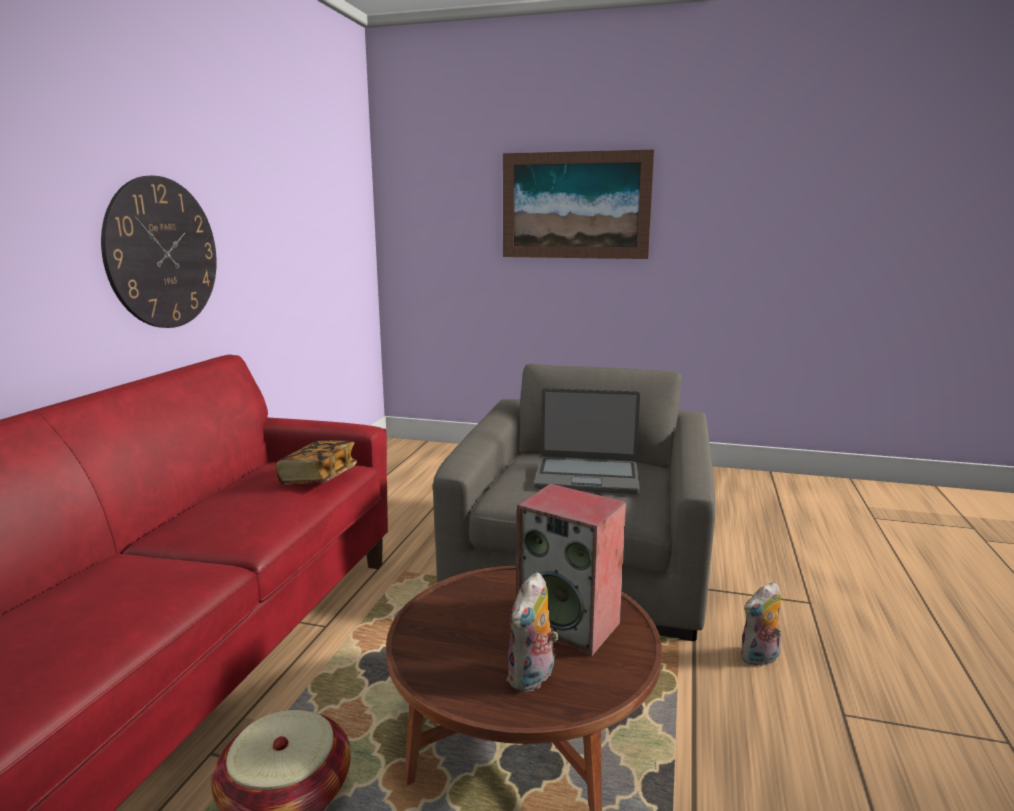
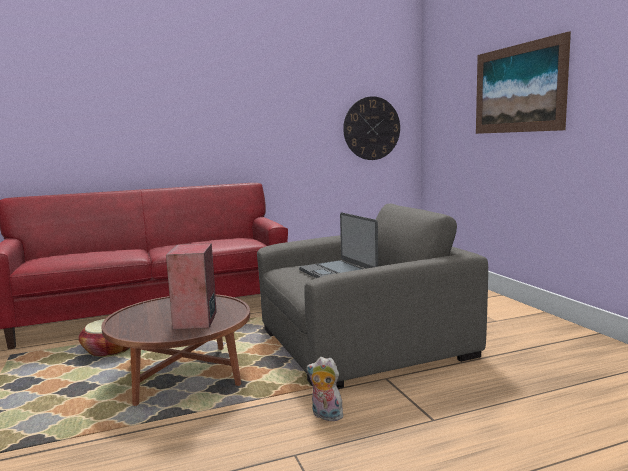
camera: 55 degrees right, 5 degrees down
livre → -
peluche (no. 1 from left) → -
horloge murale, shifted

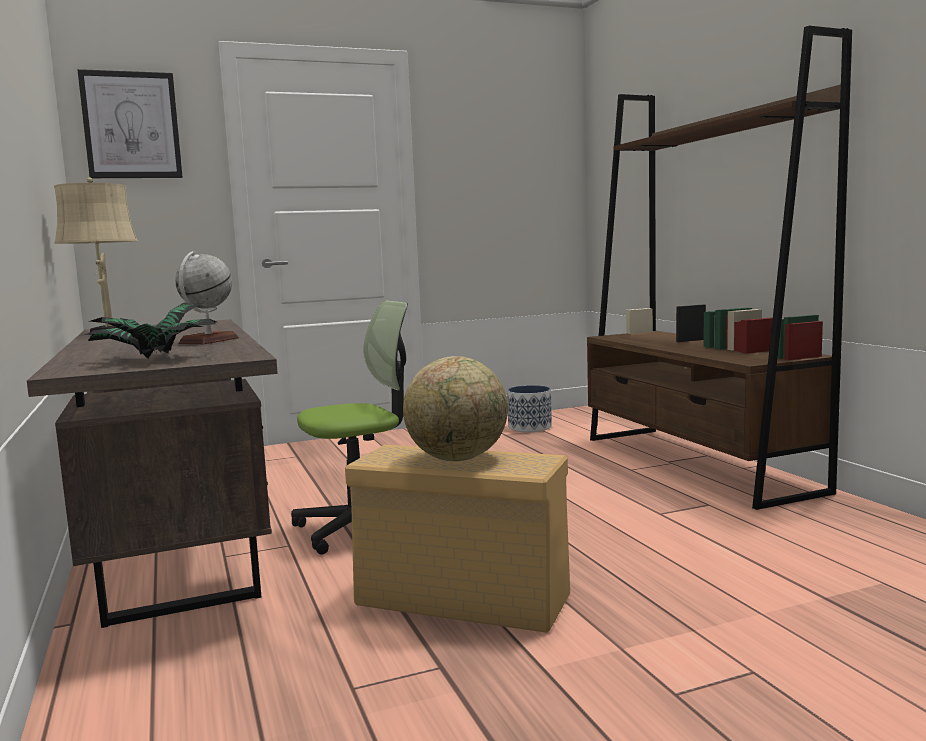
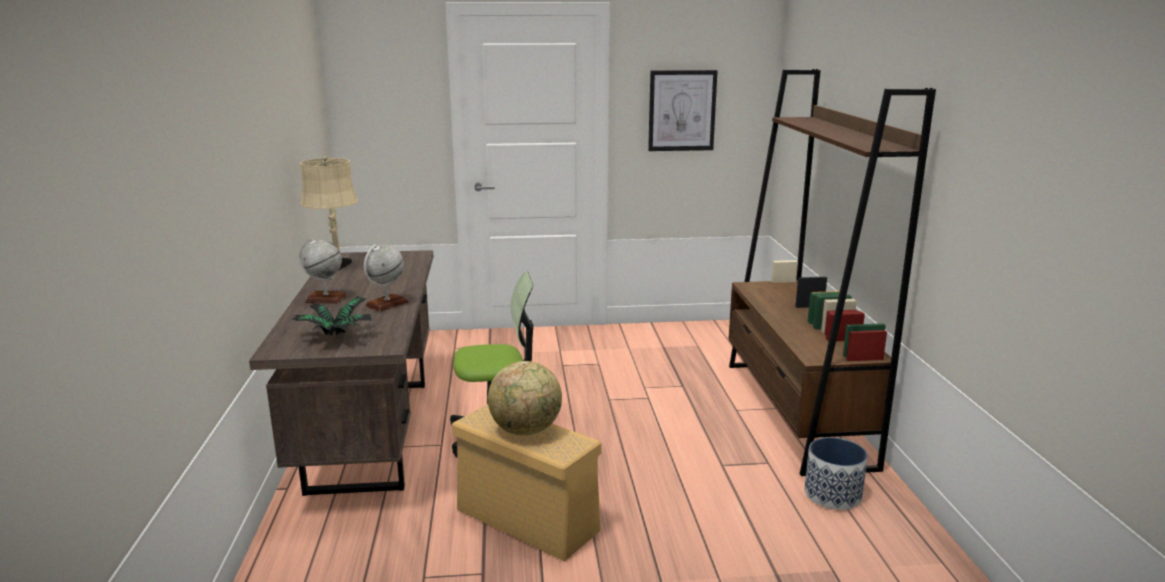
camera: 15 degrees right, 10 degrees up
- → globe (no. 1 from left)
tableau, shifted
cache-pot, shifted

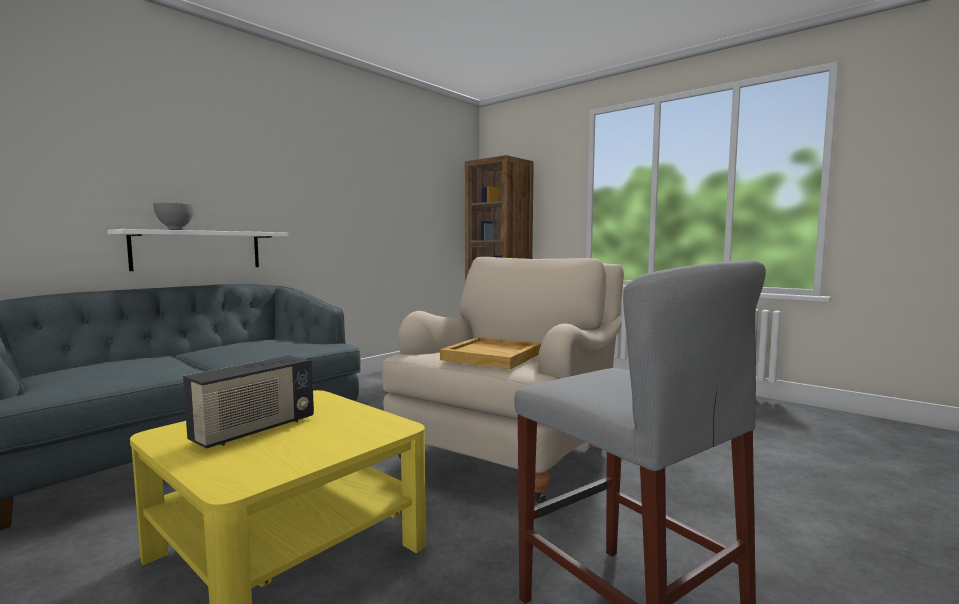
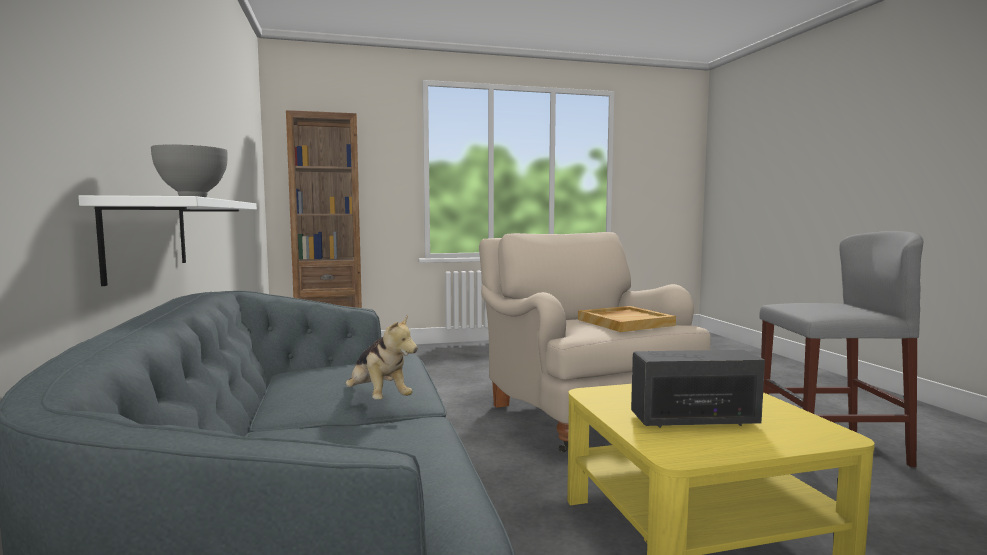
camera: 55 degrees left, 0 degrees up
- → peluche
radio, 75 degrees counterclockwise

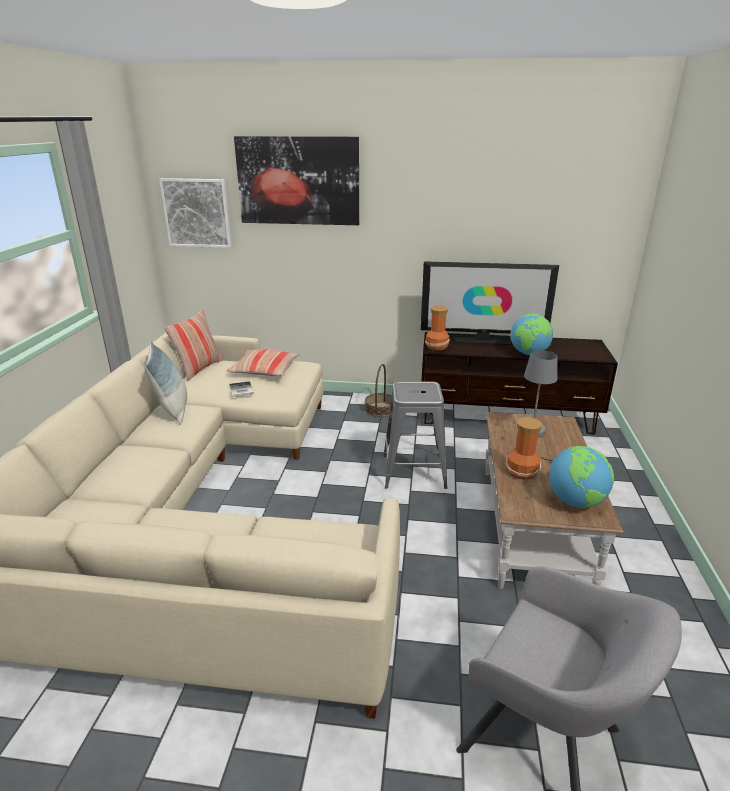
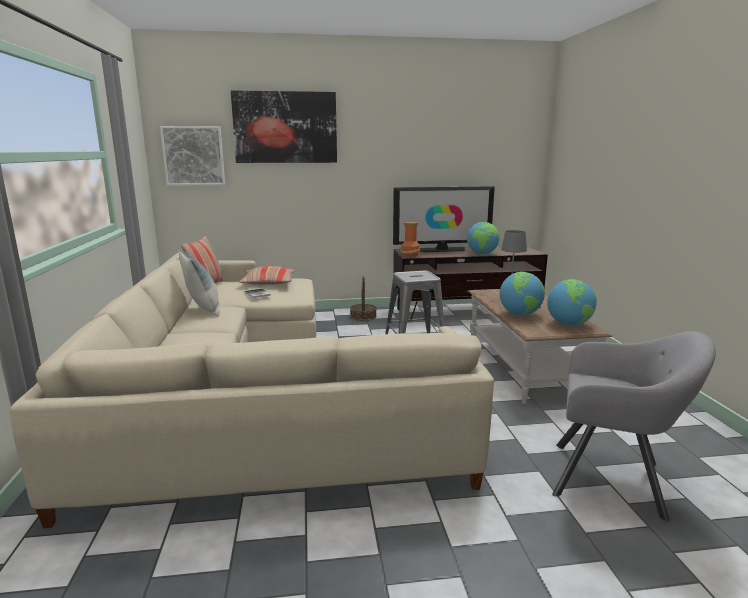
camera: 15 degrees left, 10 degrees down
vase (no. 2 from left) → globe (no. 2 from left)

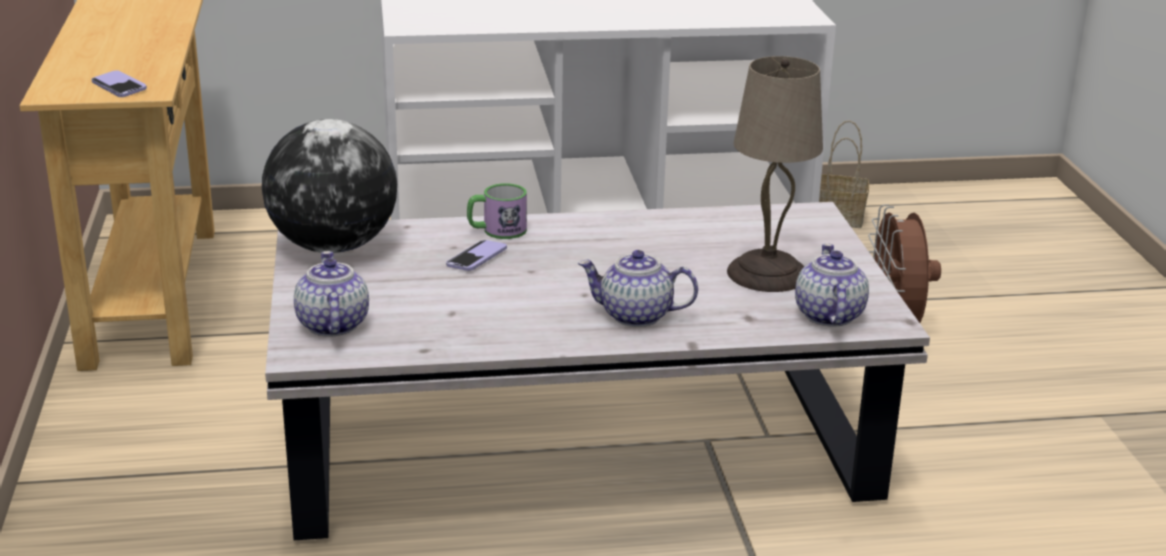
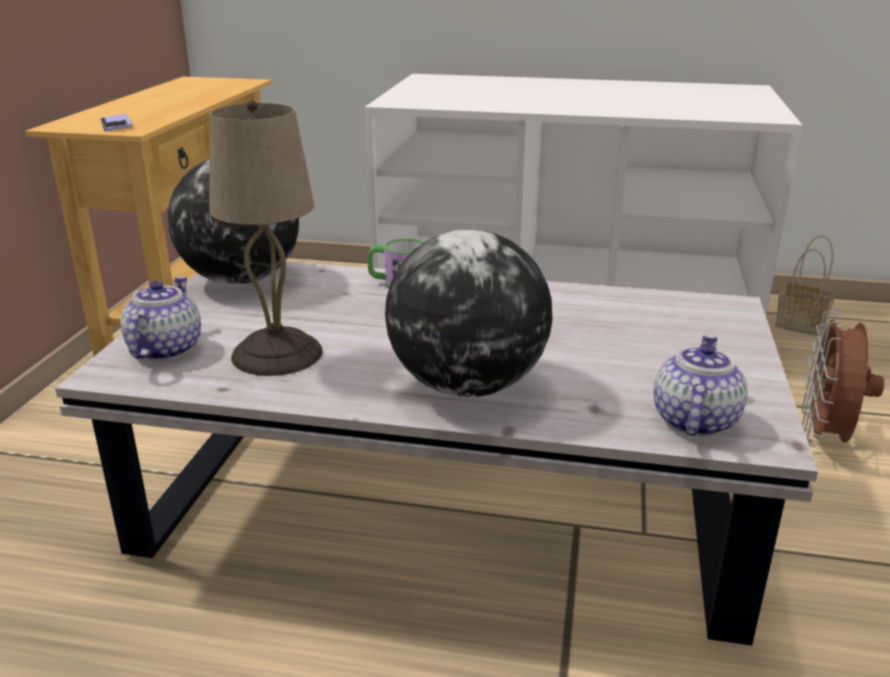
camera: 20 degrees right, 0 degrees up
téléphone (no. 2 from left) → -
lampe de table [beige], shifted
théière (no. 2 from left) → globe (no. 2 from left)

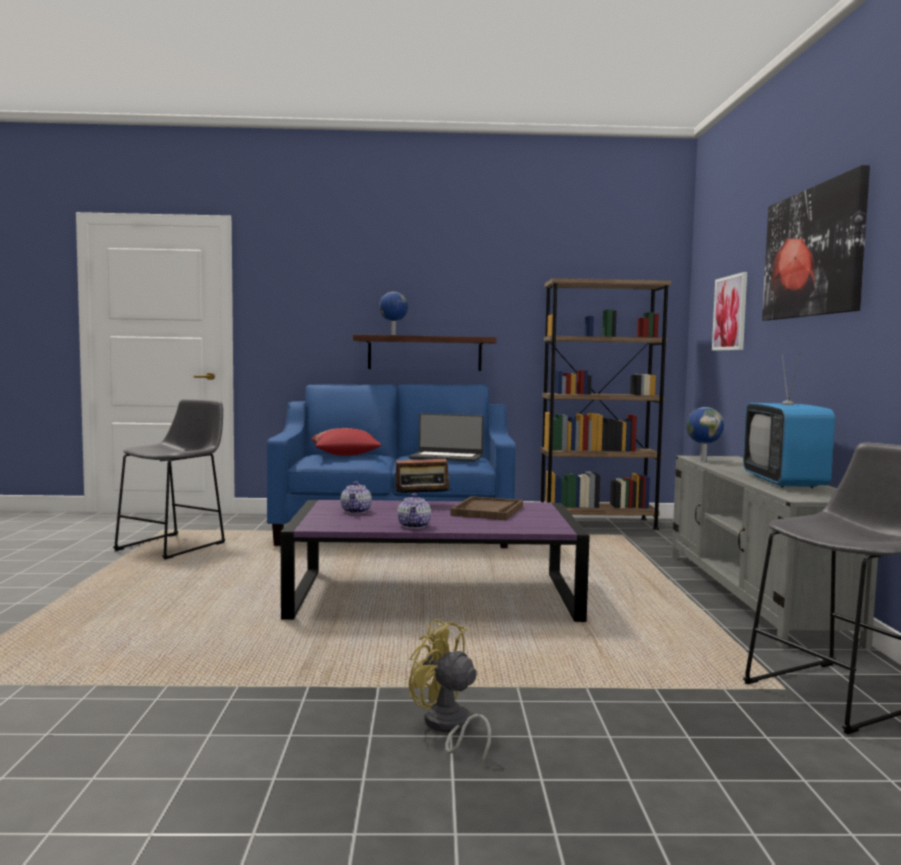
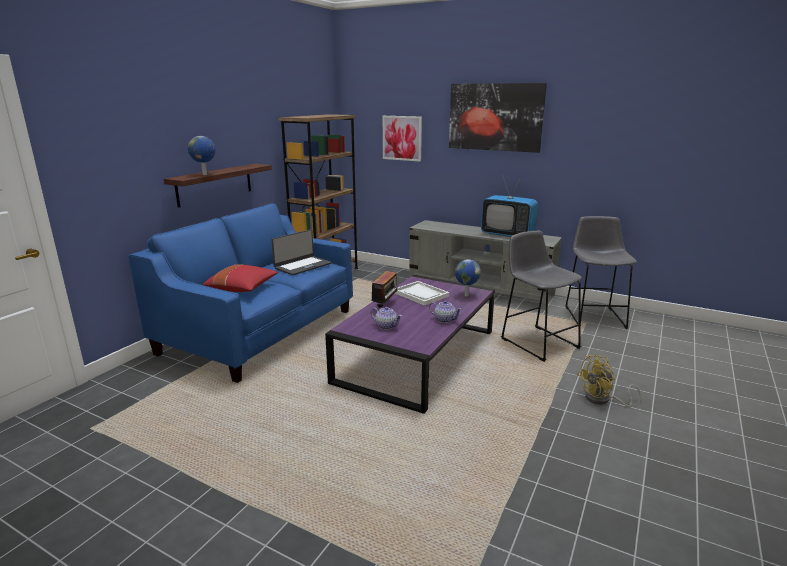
camera: 60 degrees left, 15 degrees up
tabouret [gris] (no. 1 from left), shifted
globe (no. 2 from left), shifted
plateau [marron] → plateau [blanc]

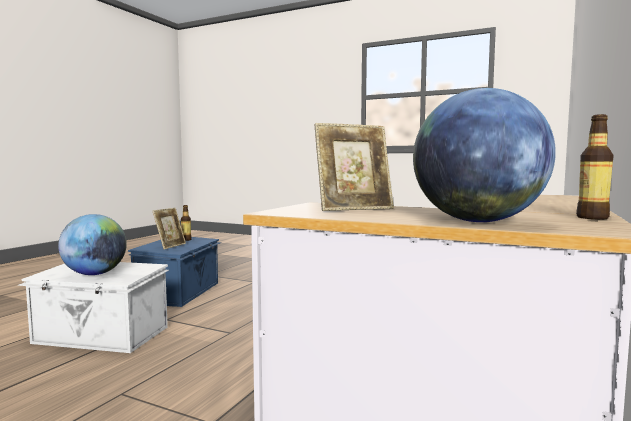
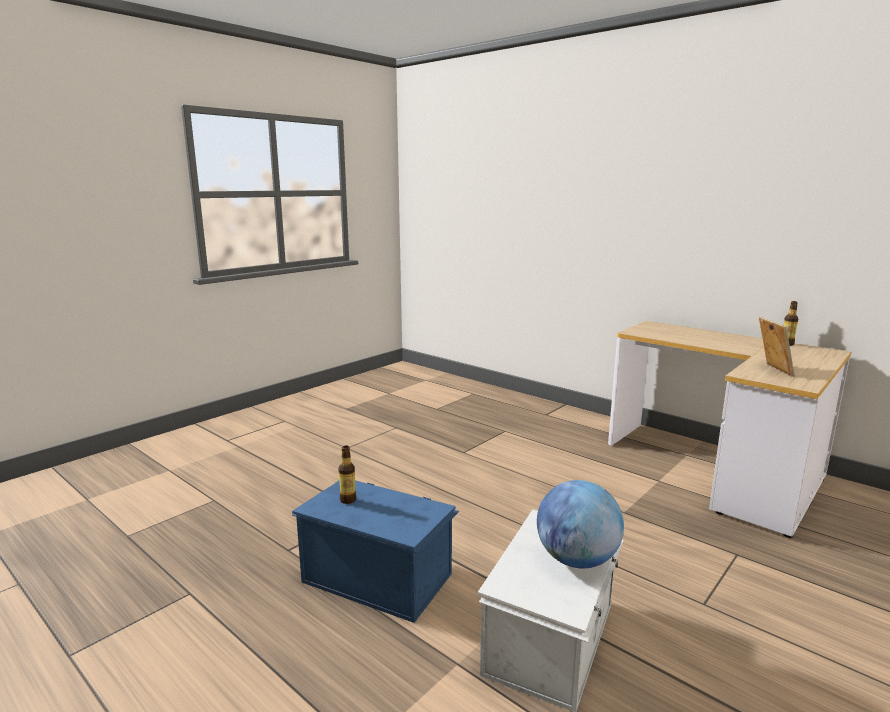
camera: 75 degrees left, 10 degrees up
cadre photo (no. 1 from left) → -
globe (no. 2 from left) → -

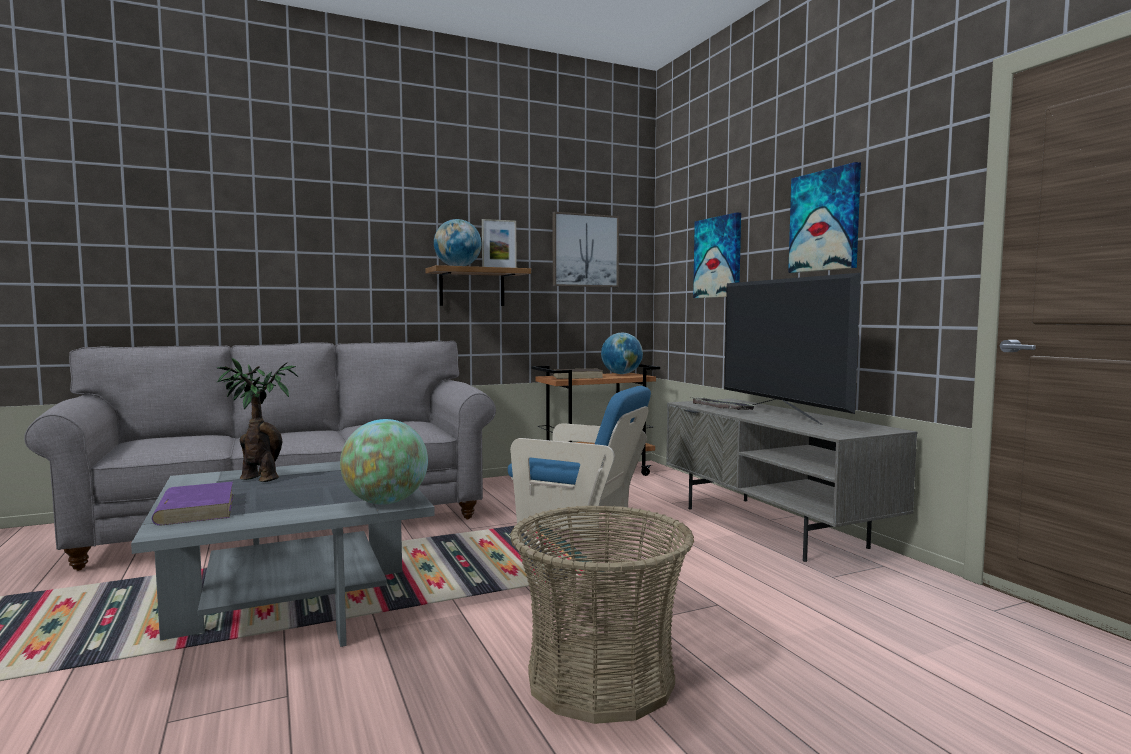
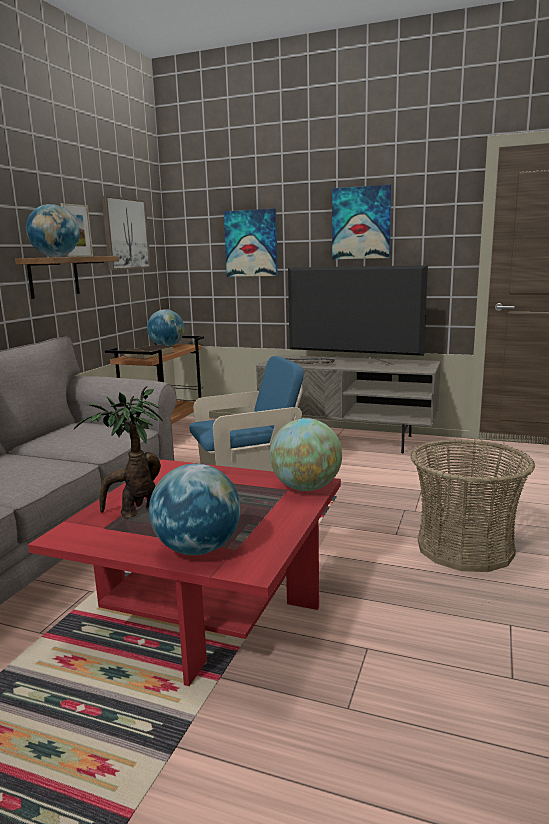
camera: 45 degrees left, 10 degrees up
livre [violet] → globe (no. 3 from left)
table basse [gris] → table basse [rouge]

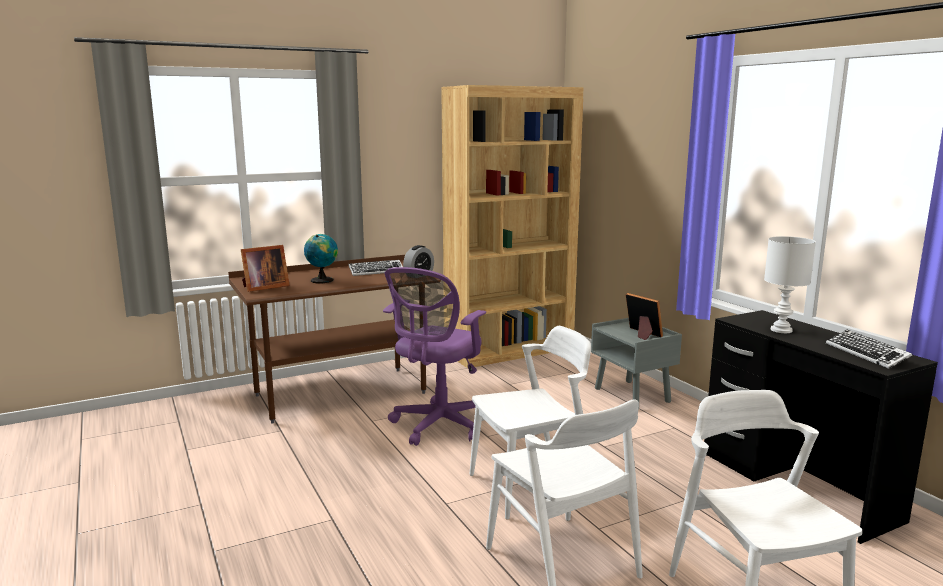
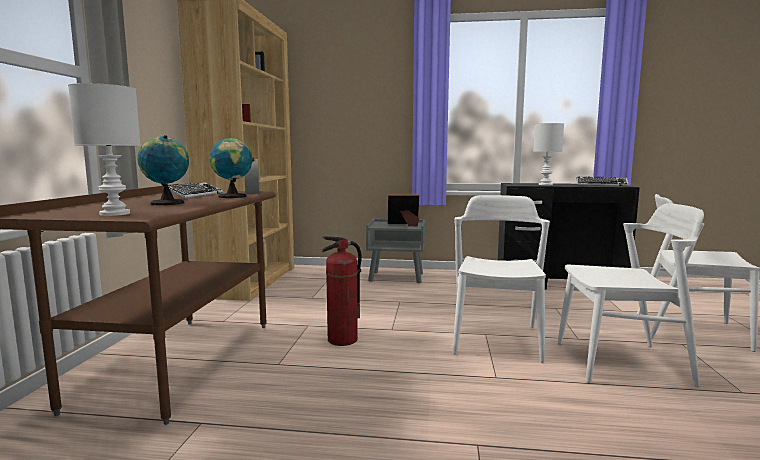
camera: 55 degrees left, 5 degrees down
- → globe (no. 2 from left)
cadre photo (no. 1 from left) → lampe de table [blanc] (no. 1 from left)
chaise de bureau [violet] → extincteur

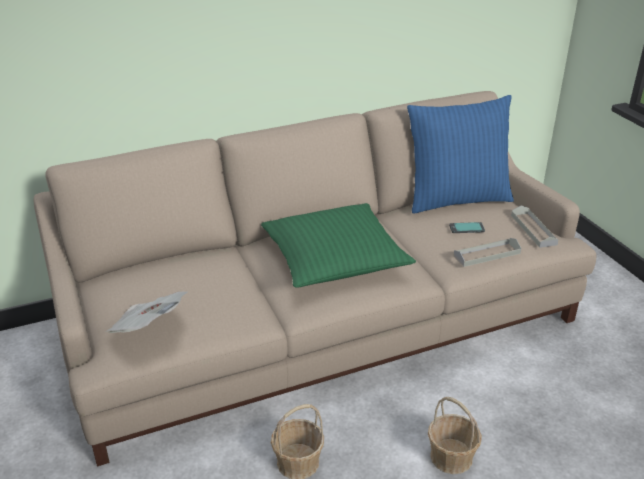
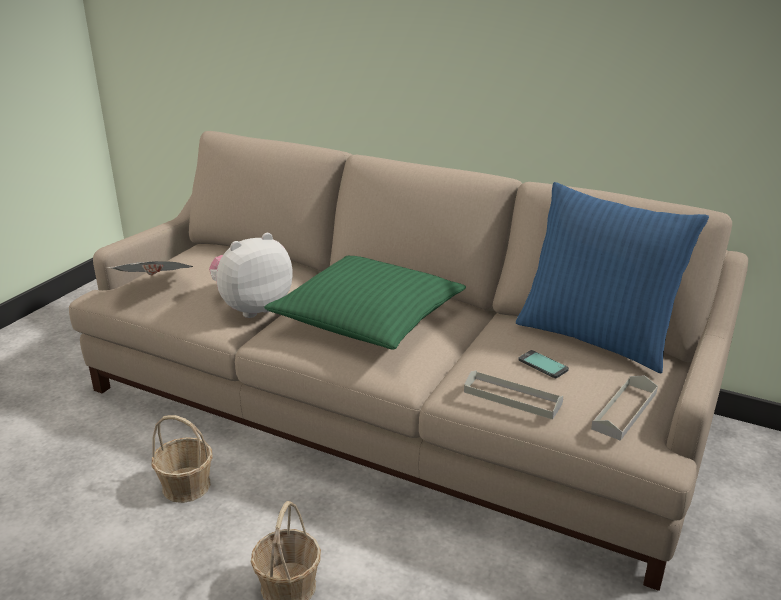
camera: 50 degrees right, 5 degrees down
- → peluche

